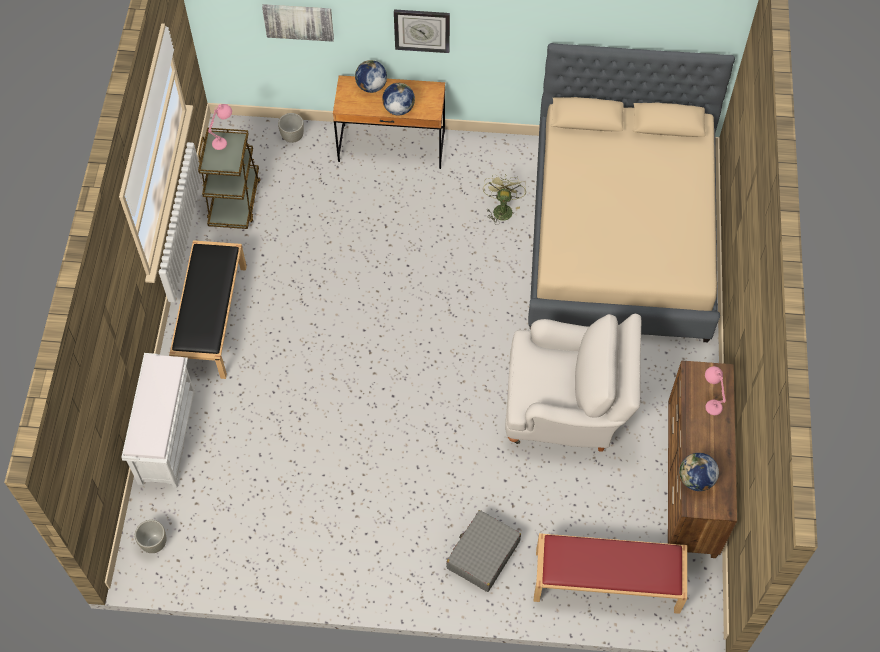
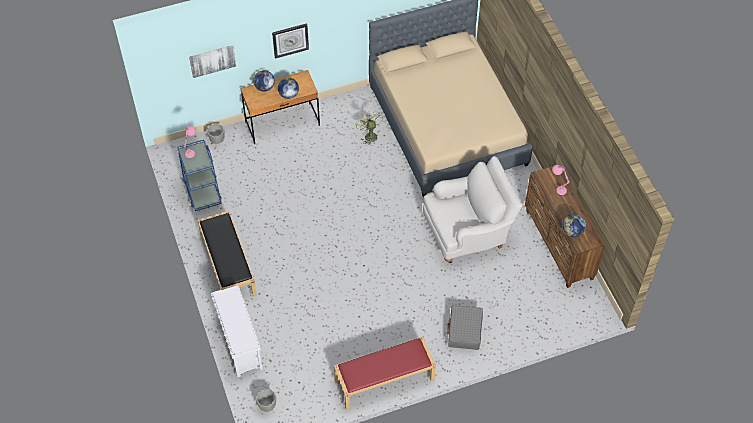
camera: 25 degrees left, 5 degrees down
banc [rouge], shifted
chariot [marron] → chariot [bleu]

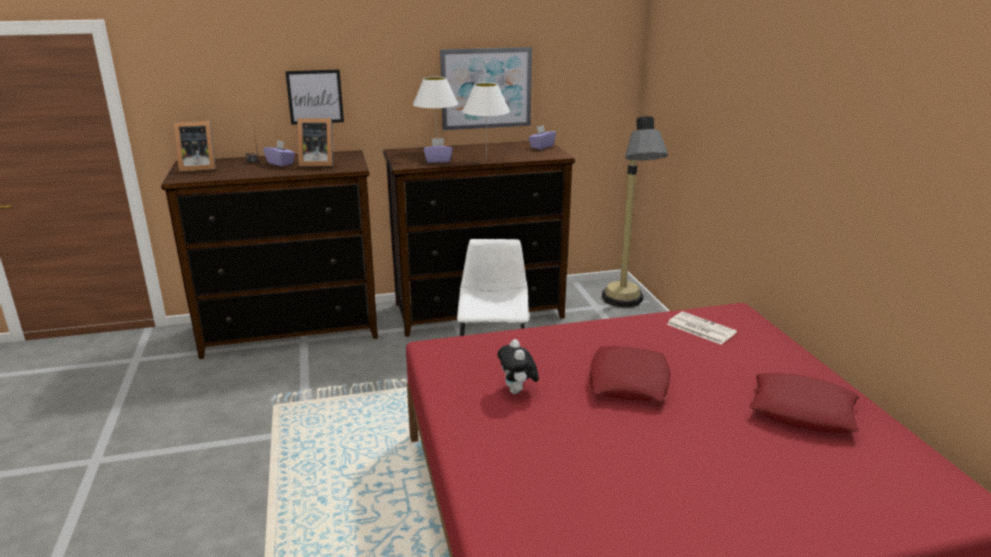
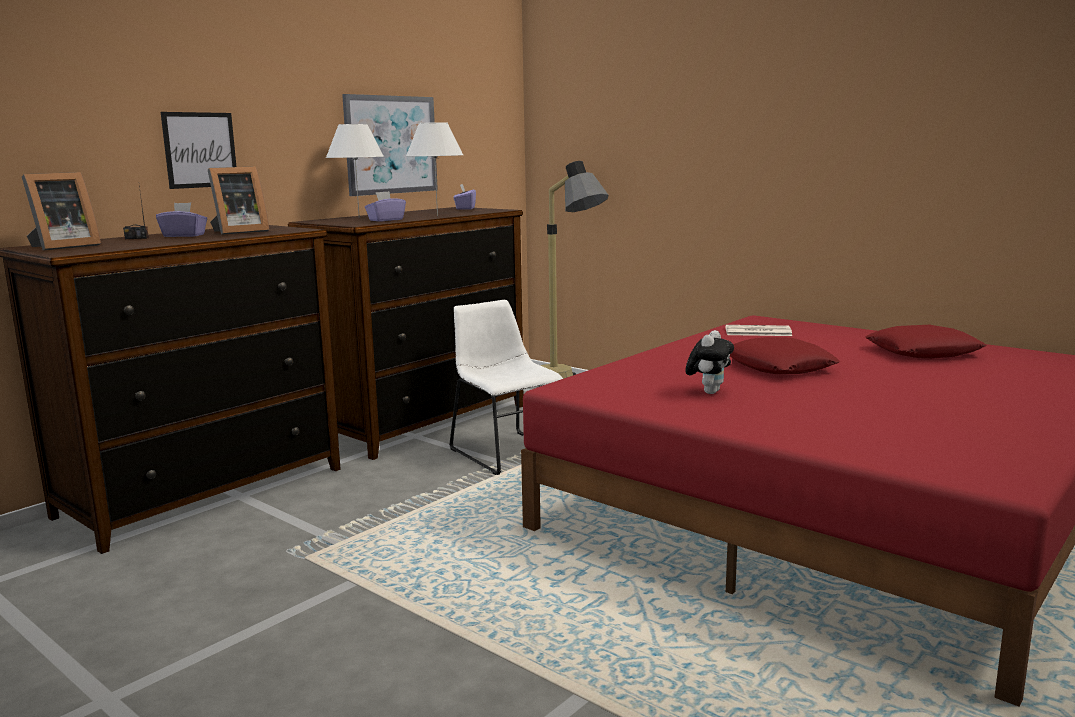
camera: 35 degrees left, 10 degrees down
peluche, 105 degrees counterclockwise

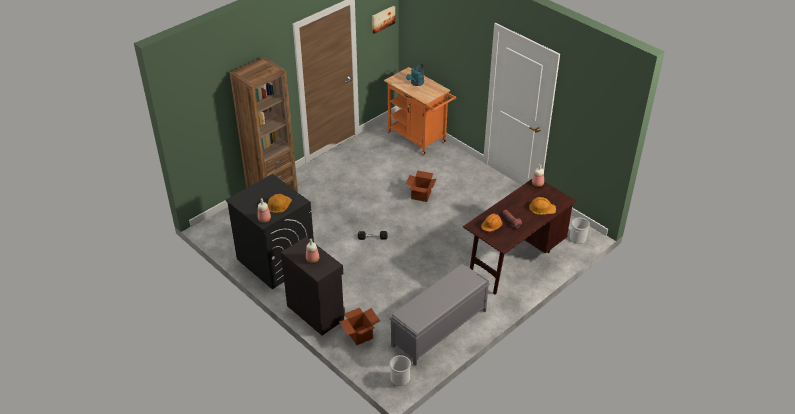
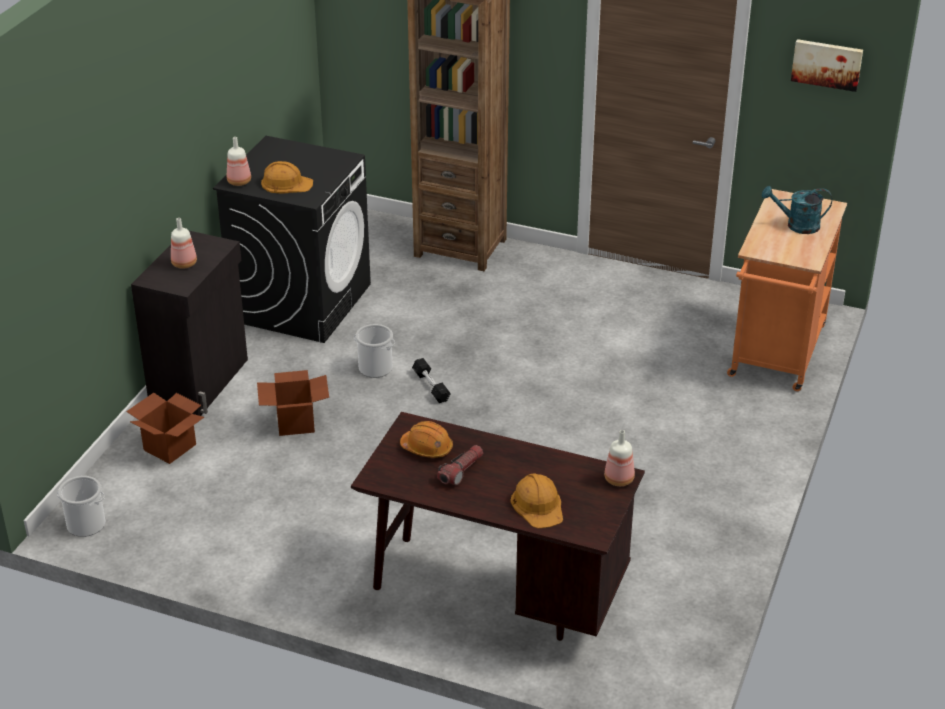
camera: 65 degrees right, 5 degrees down
banc [gris] → -
carton (no. 2 from left), shifted
seau (no. 2 from left), shifted

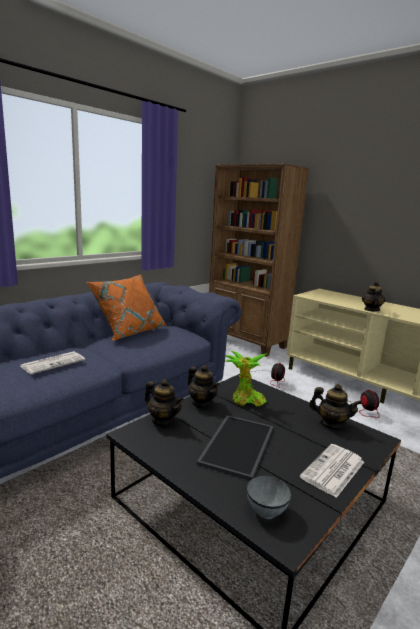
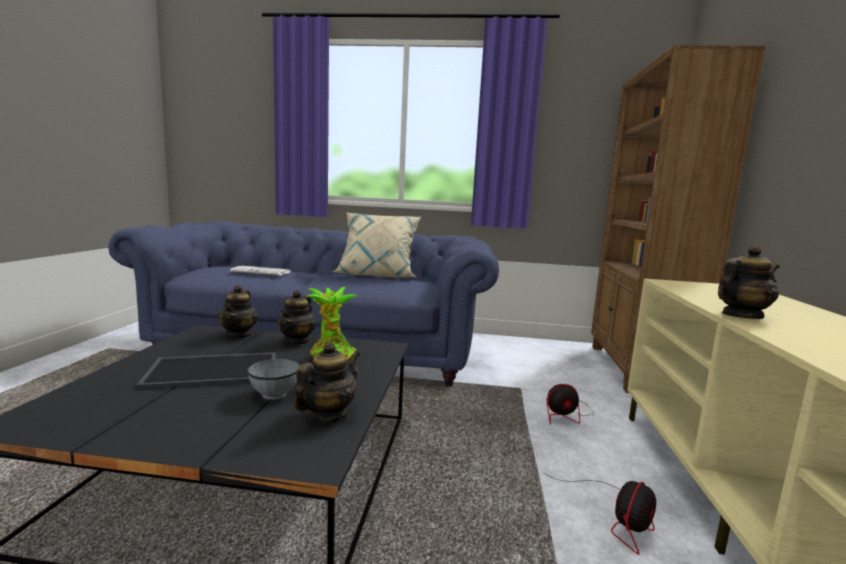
camera: 55 degrees right, 5 degrees down
journal (no. 2 from left) → -
bol [gris], shifted
coussin [orange] → coussin [beige]
théière (no. 3 from left), 135 degrees counterclockwise

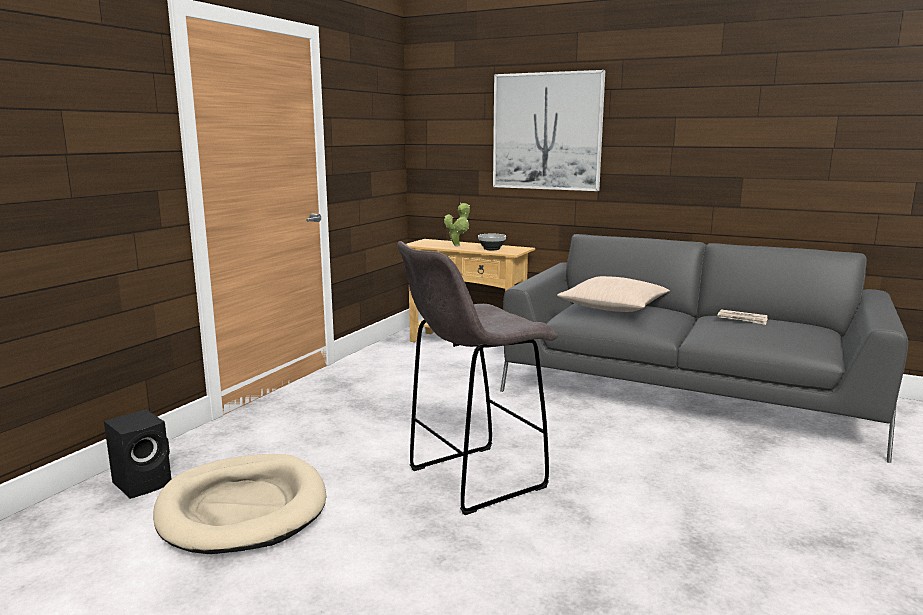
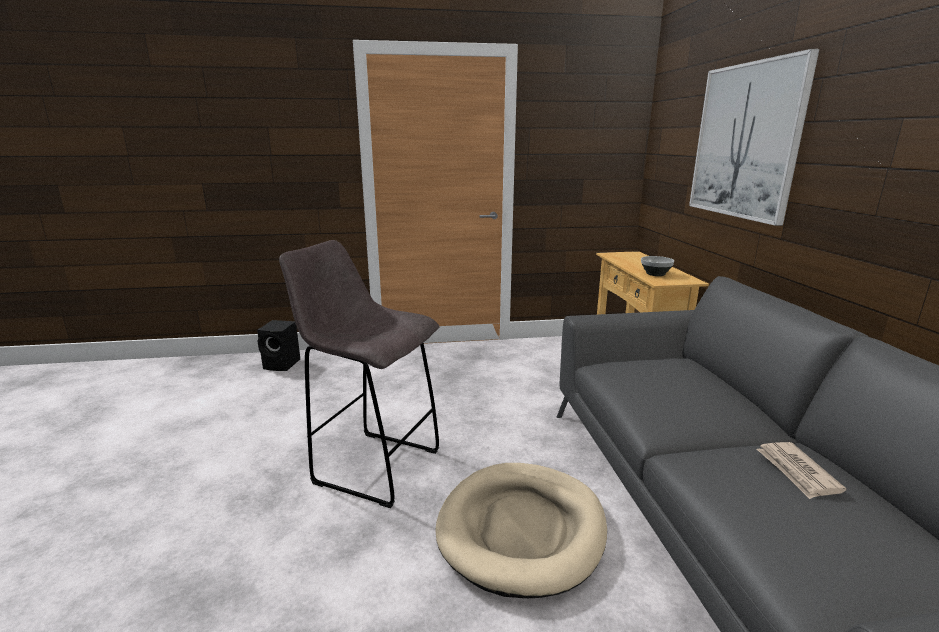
camera: 55 degrees right, 5 degrees up
plante en pot → -
coussin [beige] → -
panier pour chien [beige], shifted

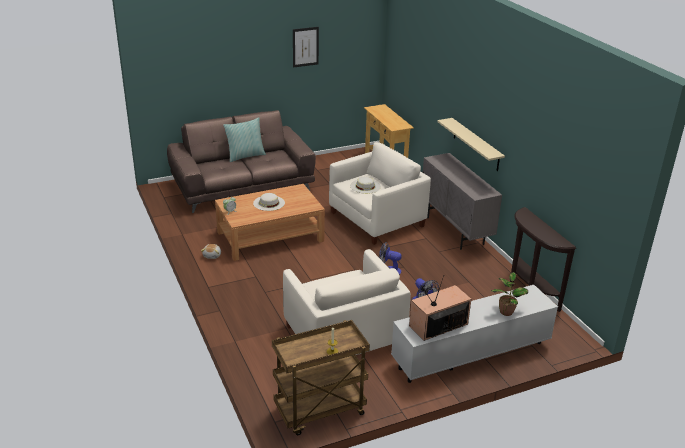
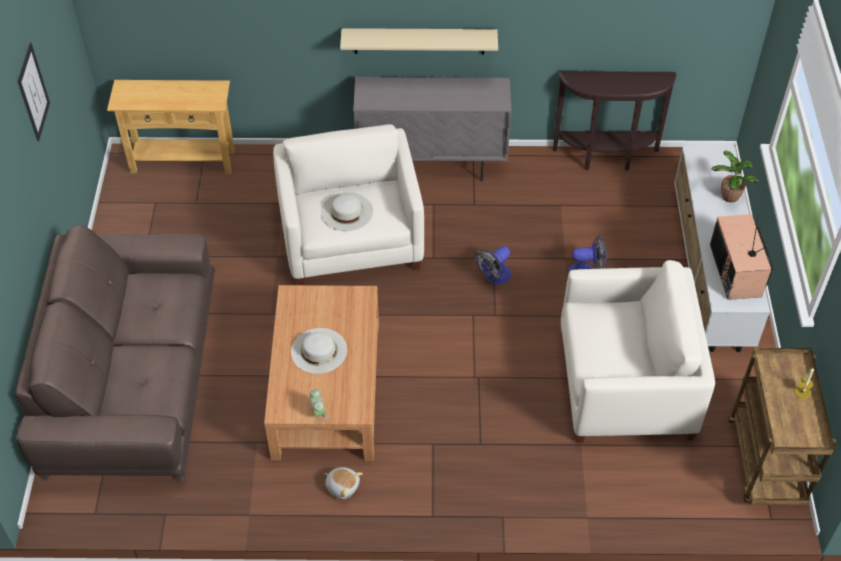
camera: 65 degrees left, 20 degrees up
coussin → -

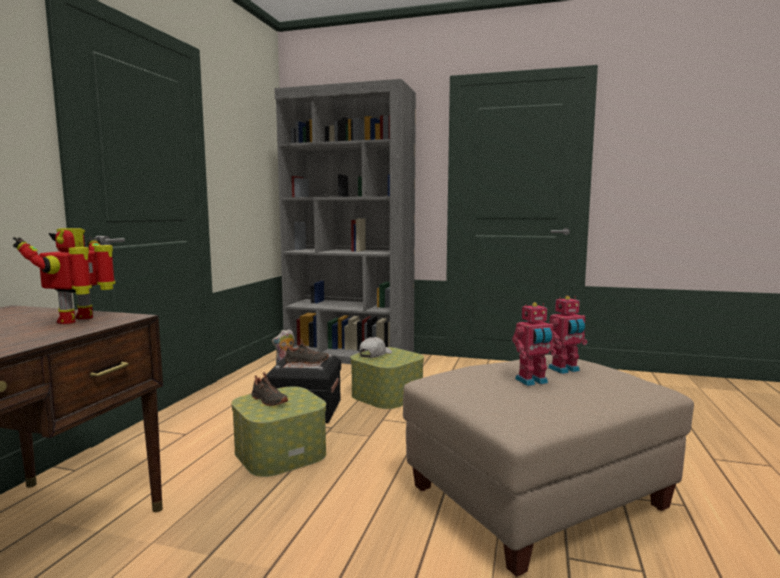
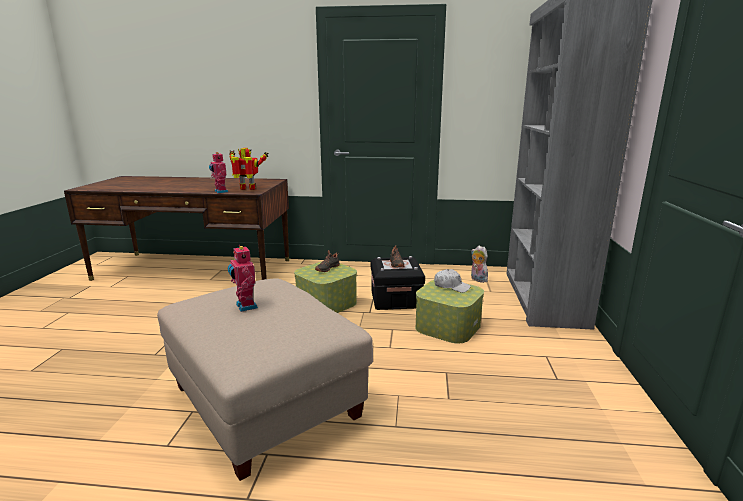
camera: 80 degrees right, 10 degrees up
robot jouet (no. 3 from left in the first image) → robot jouet (no. 1 from left), shifted

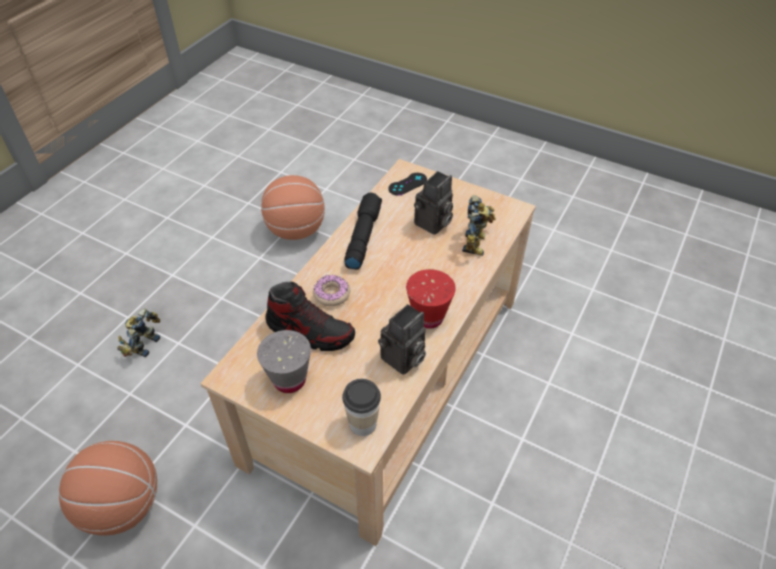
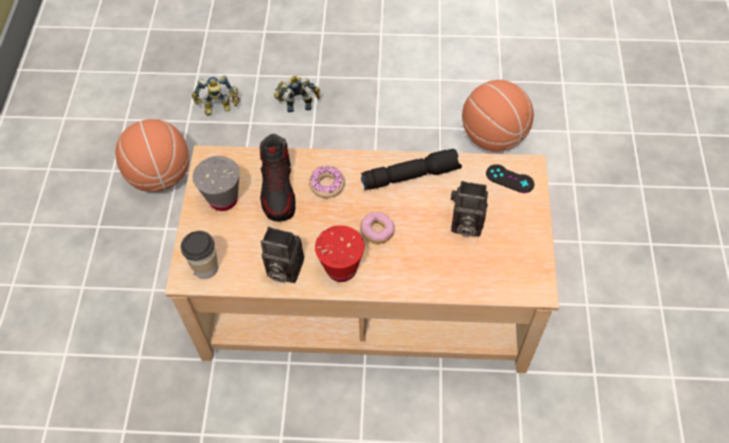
camera: 65 degrees right, 10 degrees up
- → beignet (no. 2 from left)
robot jouet (no. 2 from left in the first image) → robot jouet (no. 1 from left), shifted

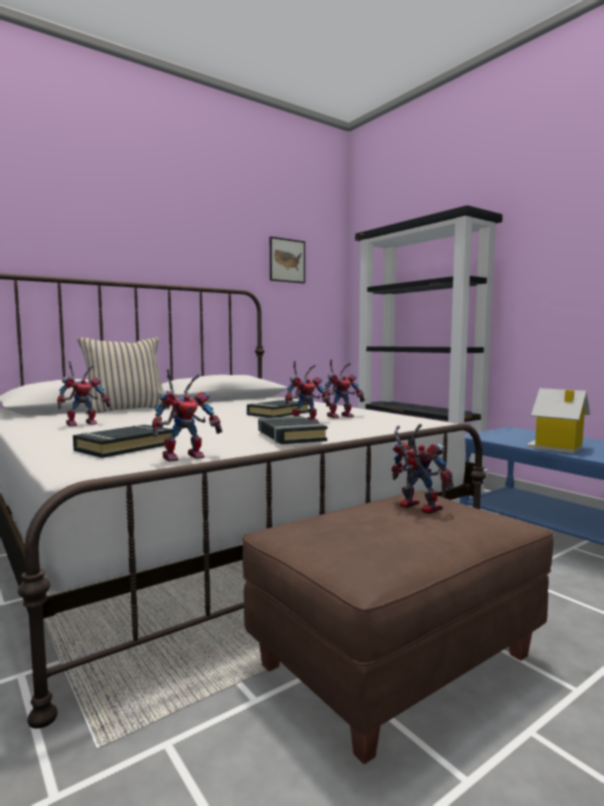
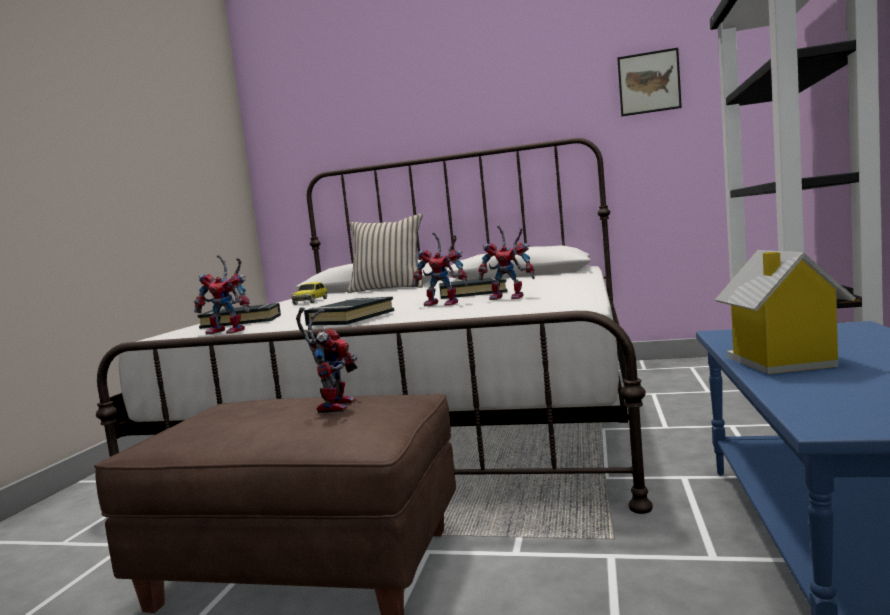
camera: 50 degrees right, 0 degrees up
robot jouet (no. 1 from left) → petite voiture

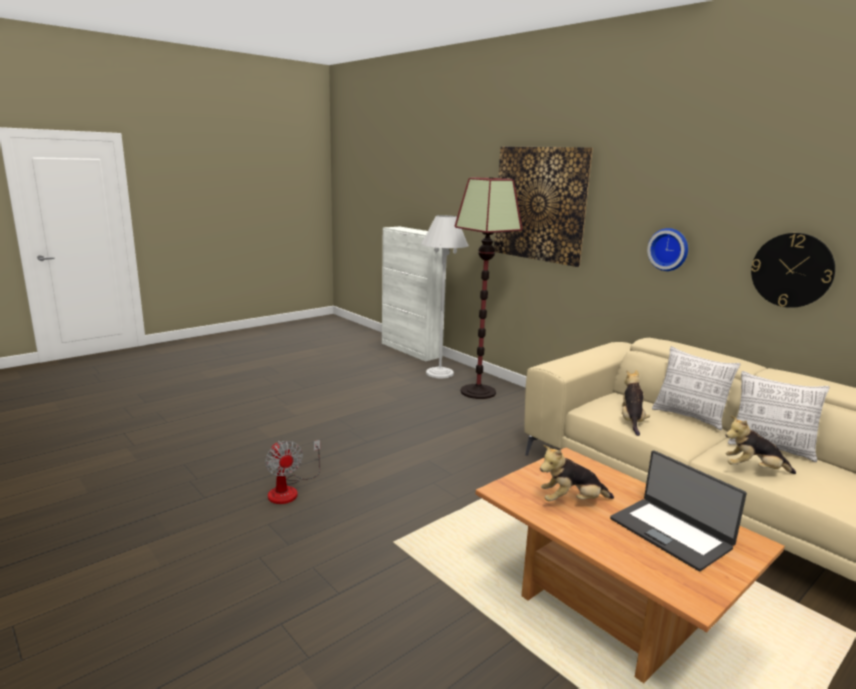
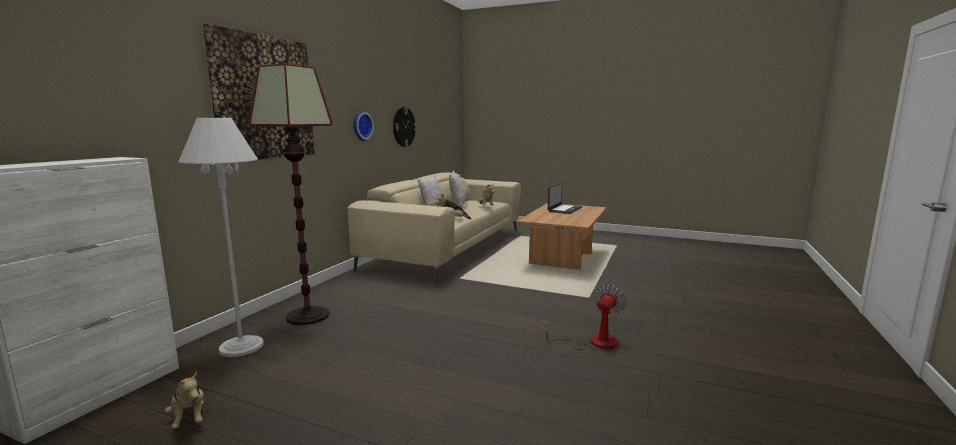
camera: 115 degrees left, 5 degrees down
peluche (no. 1 from left), shifted

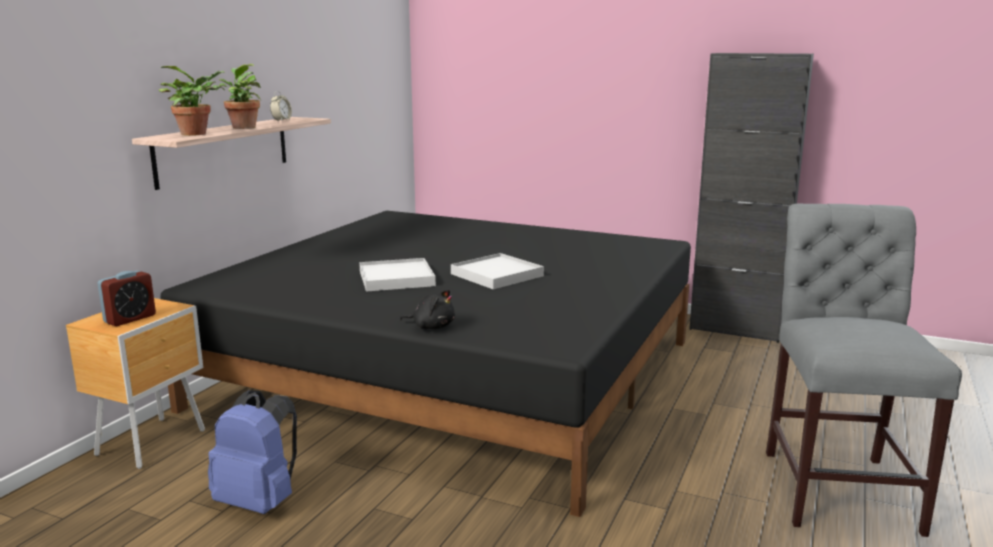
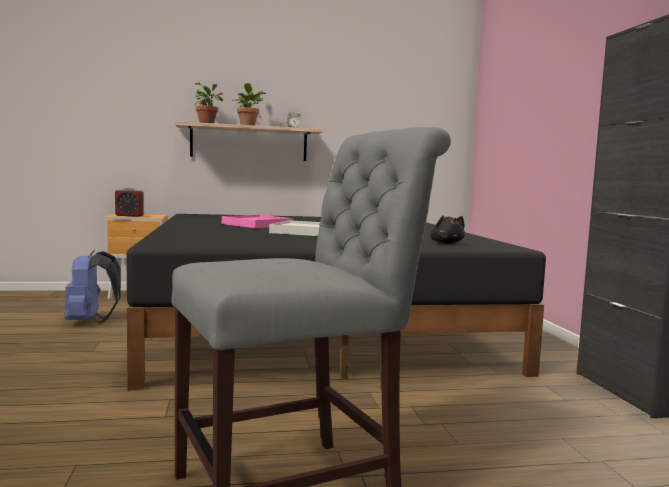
camera: 55 degrees right, 10 degrees down
peluche [noir], shifted
plateau [blanc] (no. 1 from left) → plateau [rose]

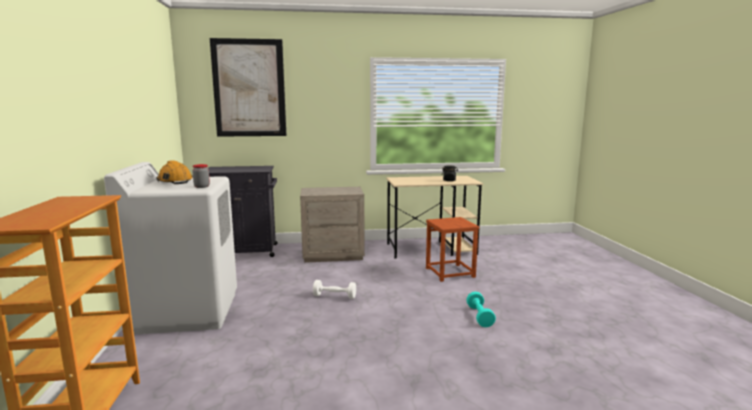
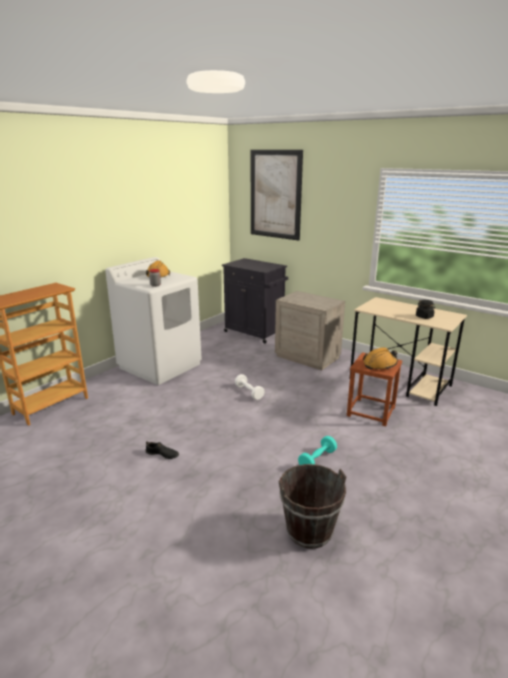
camera: 45 degrees right, 10 degrees up
- → chaussure [noir]
- → seau [marron]
- → casque de chantier [orange] (no. 2 from left)

